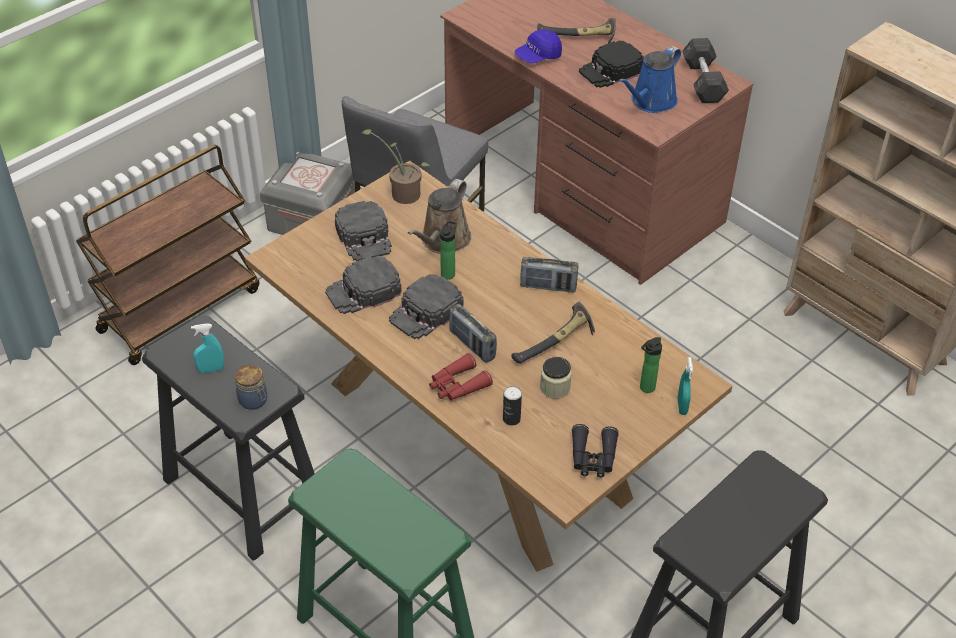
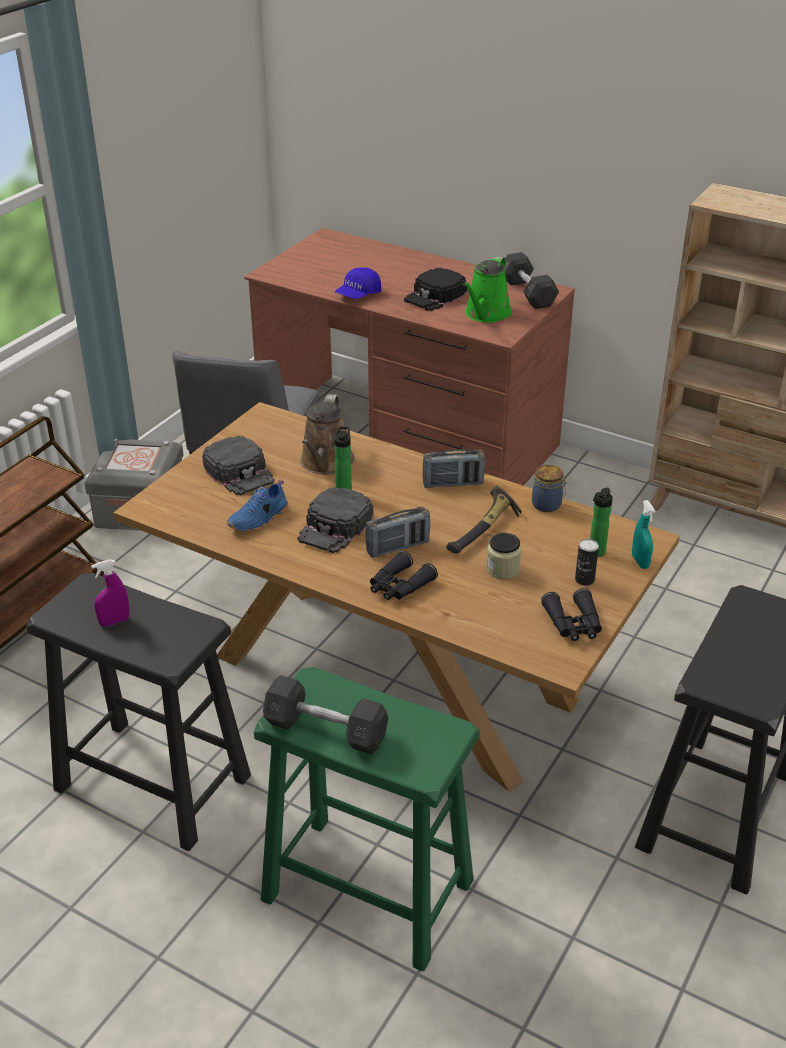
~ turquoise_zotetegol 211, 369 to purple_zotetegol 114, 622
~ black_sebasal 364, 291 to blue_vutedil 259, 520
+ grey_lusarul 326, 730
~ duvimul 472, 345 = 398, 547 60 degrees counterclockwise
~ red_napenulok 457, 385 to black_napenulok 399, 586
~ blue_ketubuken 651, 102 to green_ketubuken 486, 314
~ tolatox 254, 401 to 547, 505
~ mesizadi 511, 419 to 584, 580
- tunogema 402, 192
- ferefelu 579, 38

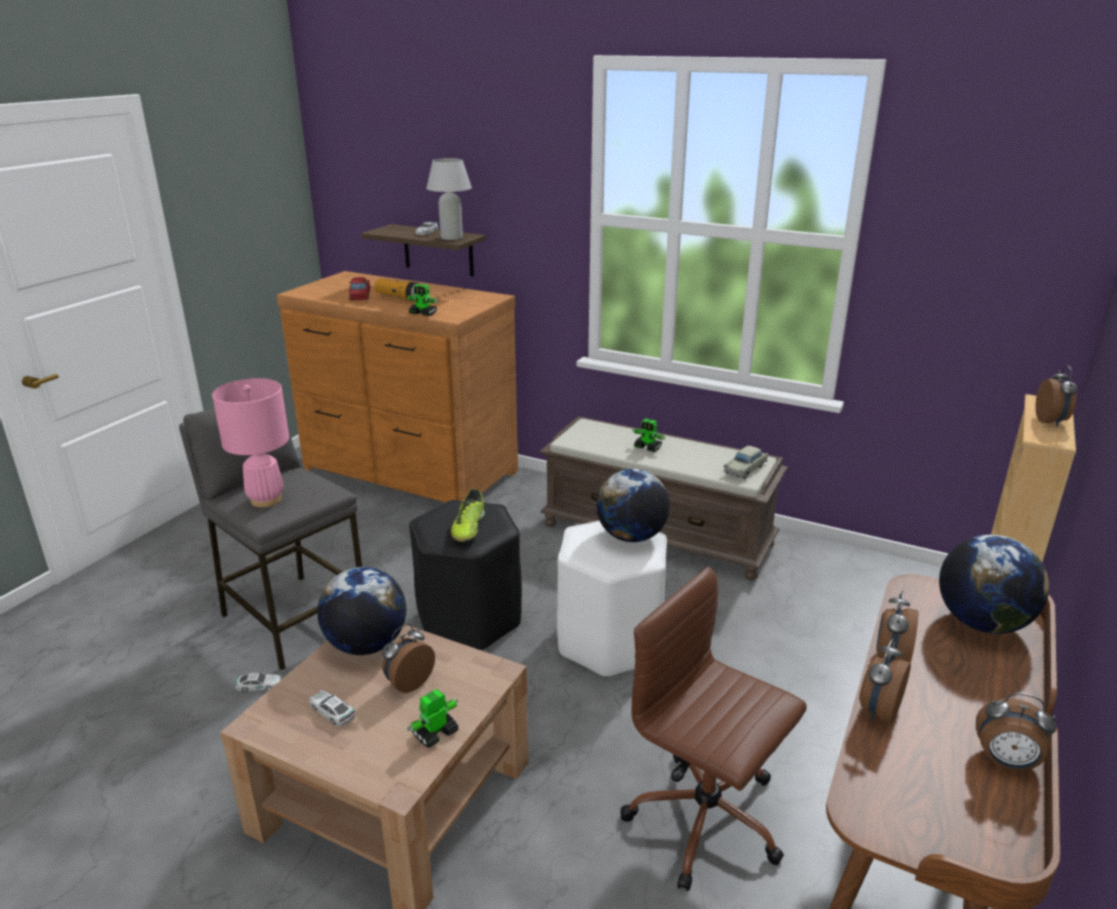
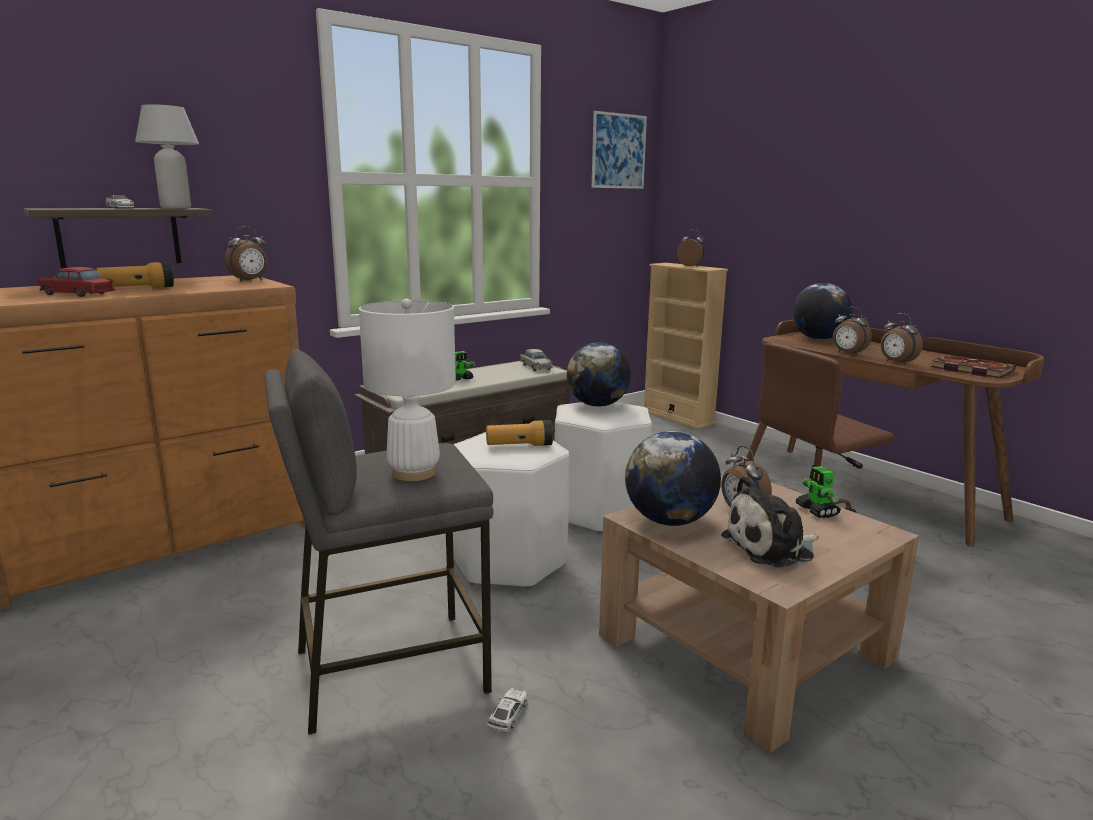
~ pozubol 1005, 762 to 250, 280
~ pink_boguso 266, 500 to white_boguso 414, 473
~ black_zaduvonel 469, 619 to white_zaduvonel 508, 561
~ vutedil 468, 528 to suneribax 519, 446
+ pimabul 618, 151
~ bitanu 332, 711 to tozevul 772, 547
+ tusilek 969, 369
- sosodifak 423, 313

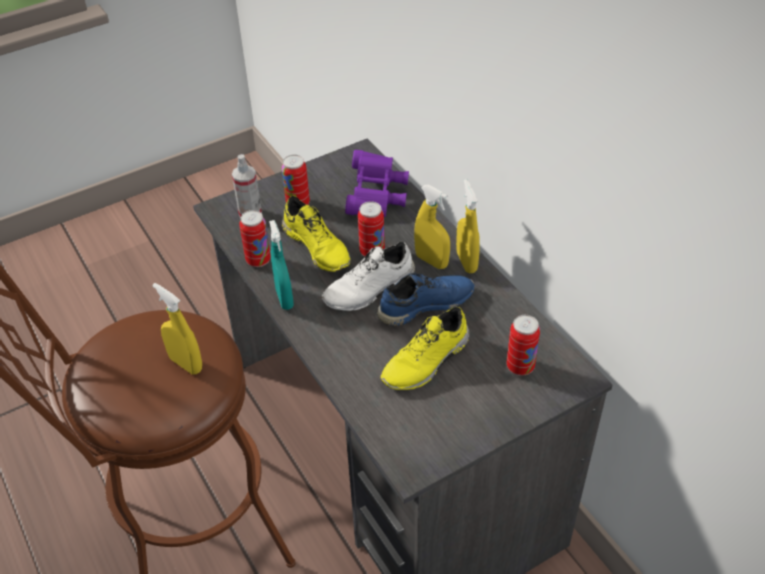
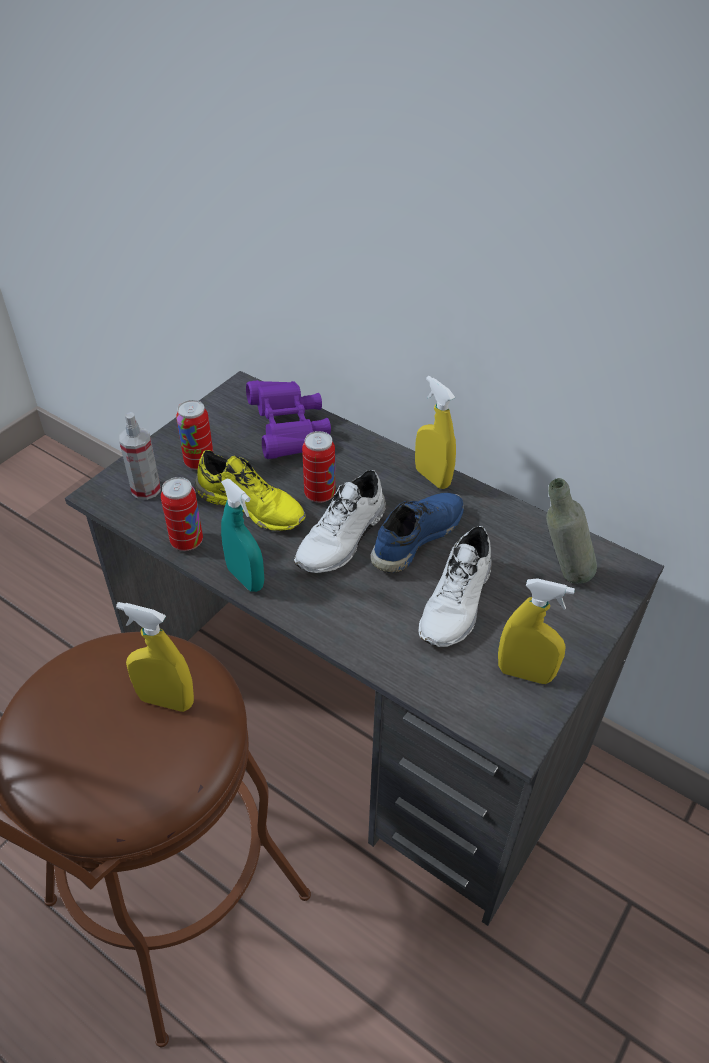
~ yellow_vutedil 427, 362 to white_vutedil 458, 603
~ yellow_zotetegol 431, 261 to 525, 673
~ mesizadi 520, 366 to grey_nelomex 560, 576

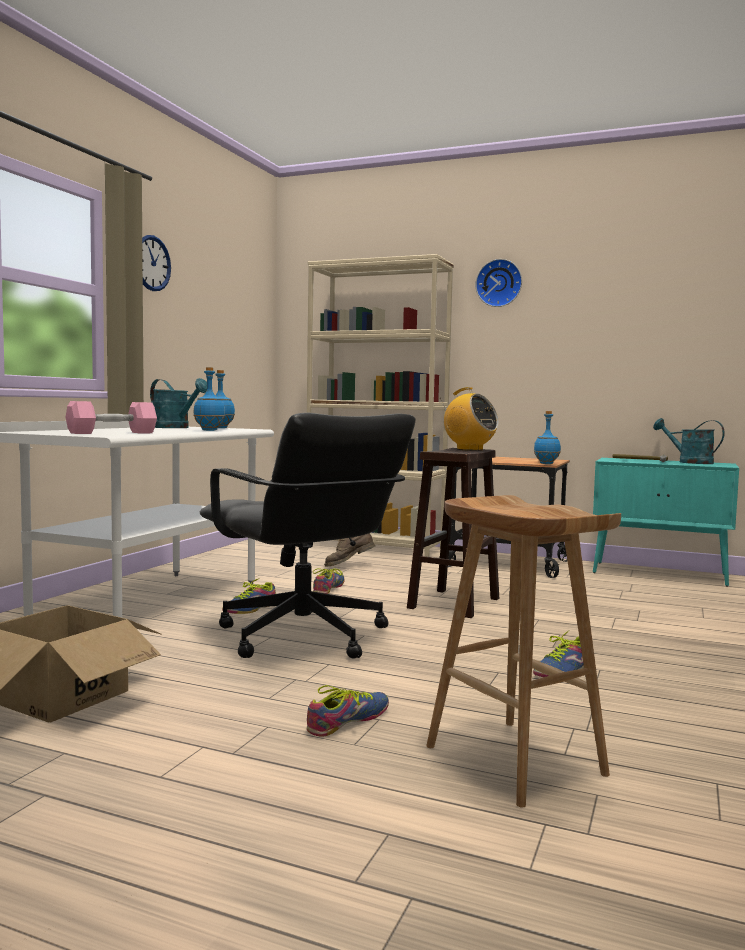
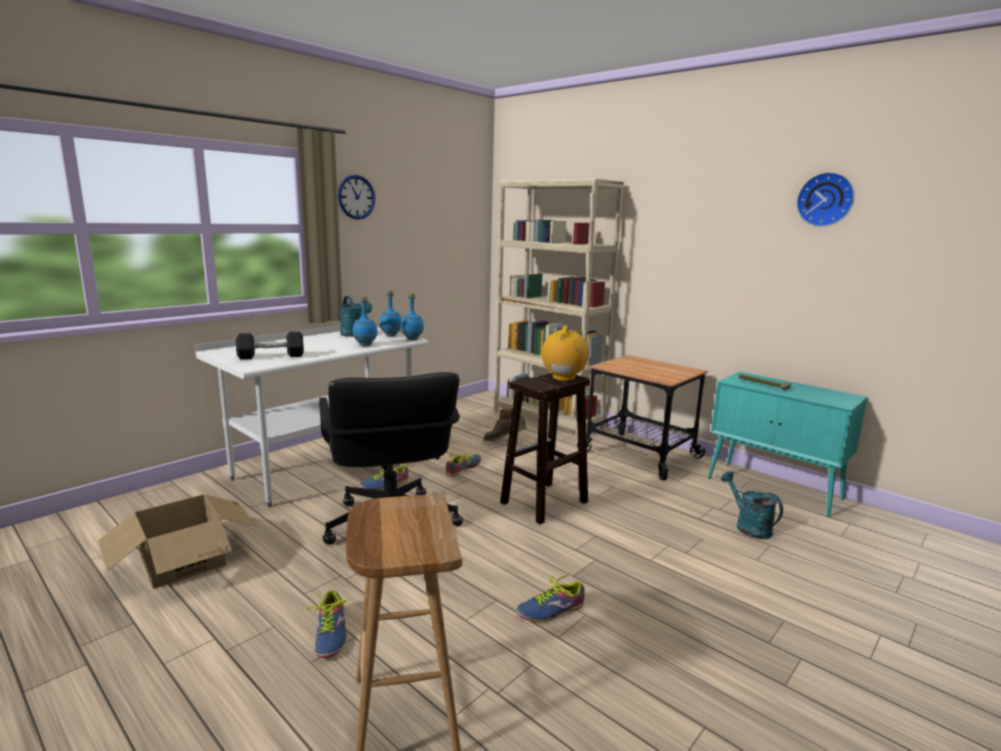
~ pink_lusarul 112, 433 to black_lusarul 271, 356
~ vutedil 347, 721 = 331, 633 105 degrees clockwise
~ blue_nelomex 546, 463 to 412, 339
~ duvimul 469, 449 = 563, 378 135 degrees counterclockwise
~ turquoise_ketubuken 689, 462 to 748, 526
~ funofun 499, 283 to 825, 199

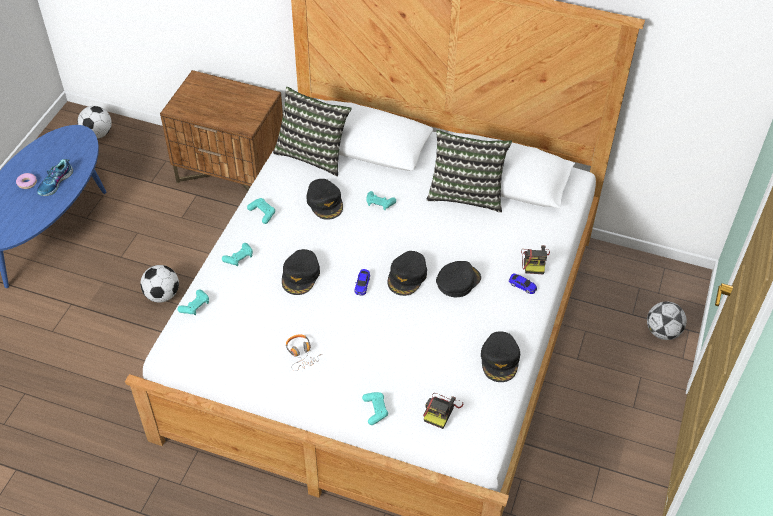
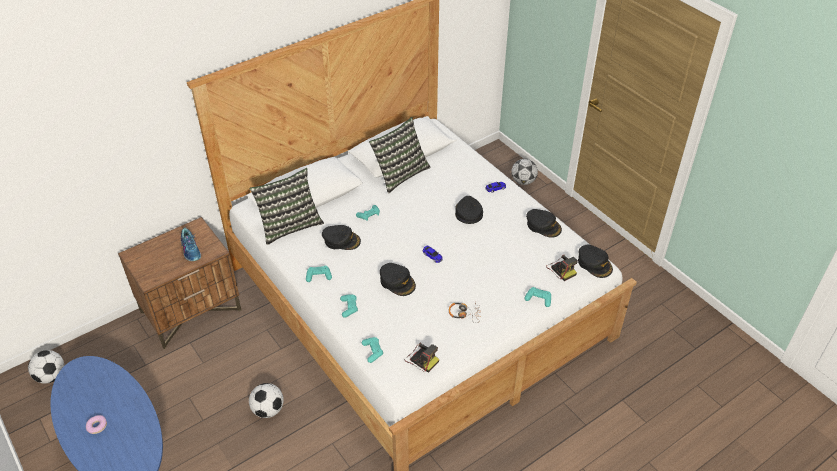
~ vutedil 56, 183 to 191, 249
~ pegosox 534, 261 to 421, 359
~ black_sebasal 407, 276 to 594, 264

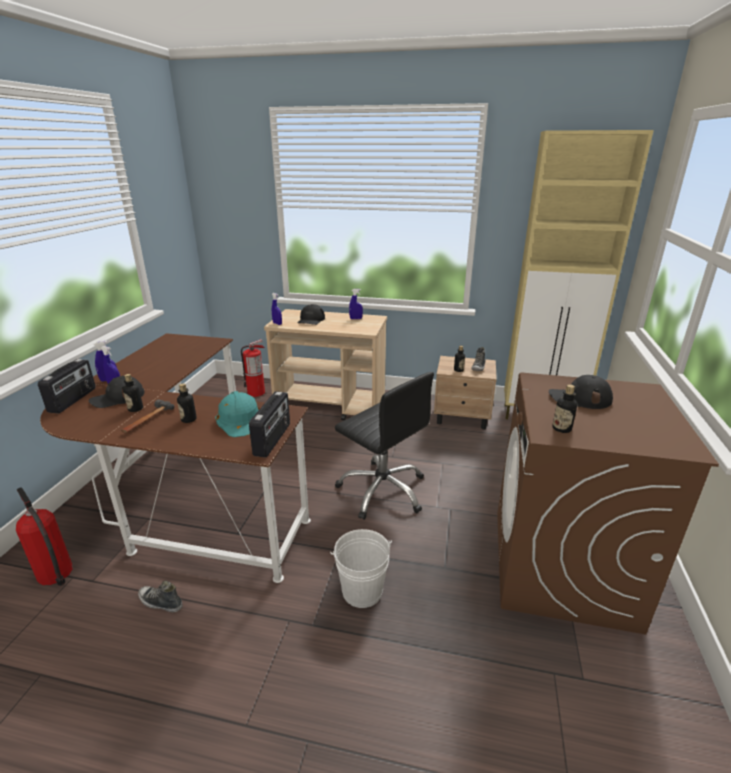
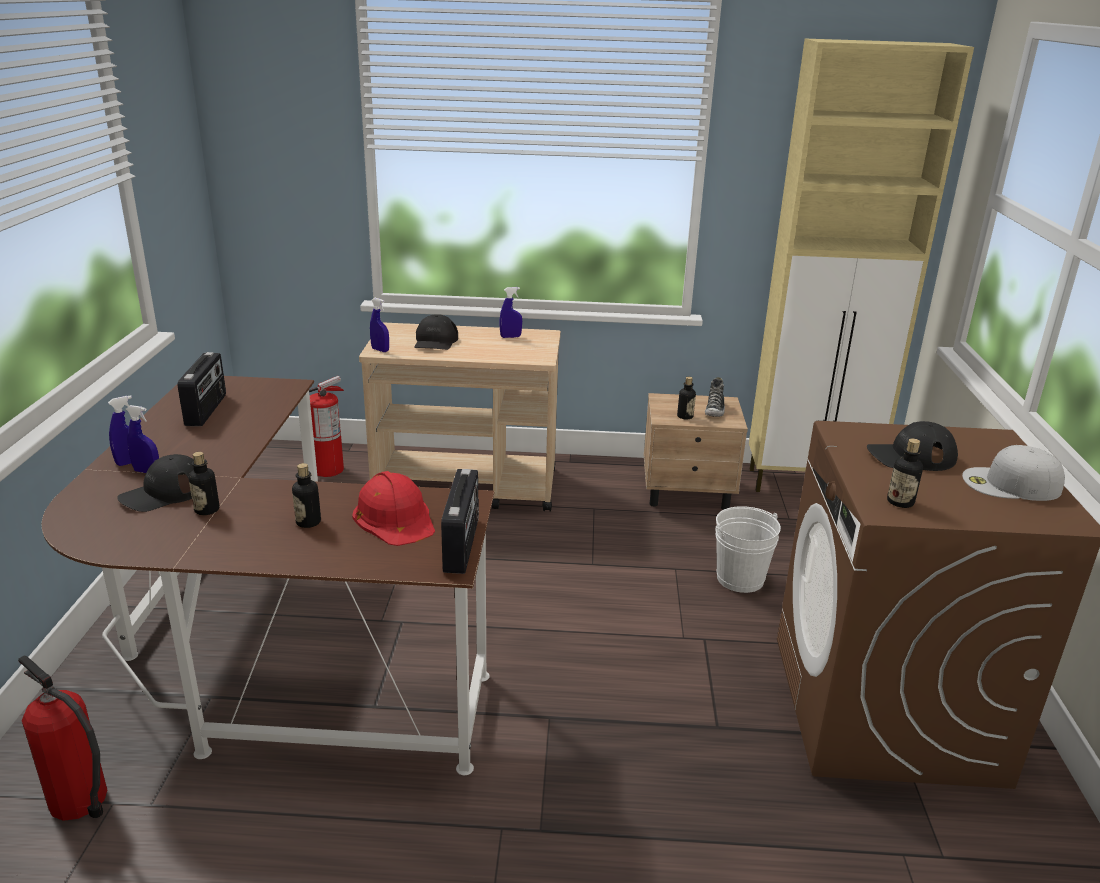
~ duvimul 73, 400 to 207, 410
~ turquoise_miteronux 240, 420 to red_miteronux 395, 518
~ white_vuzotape 362, 590 to 740, 578
+ white_sebasal 1010, 484
- ferefelu 147, 420
- vutedil 160, 602
- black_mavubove 383, 490

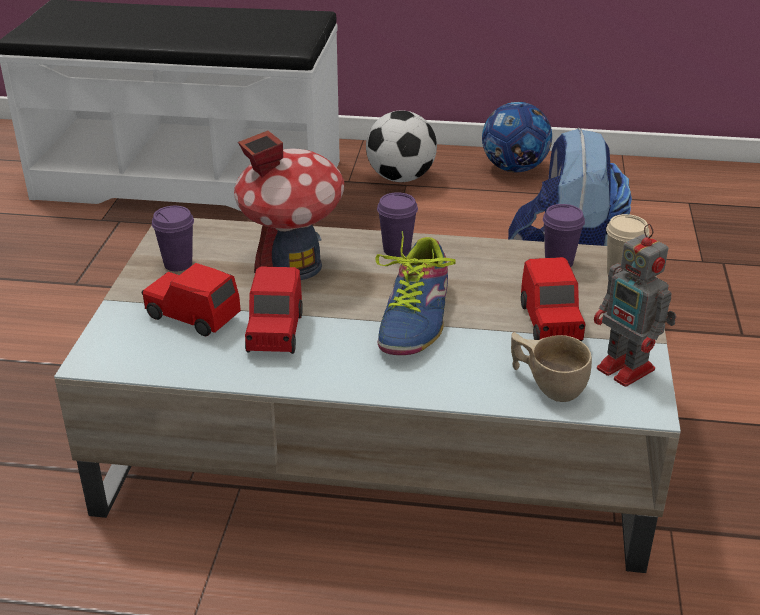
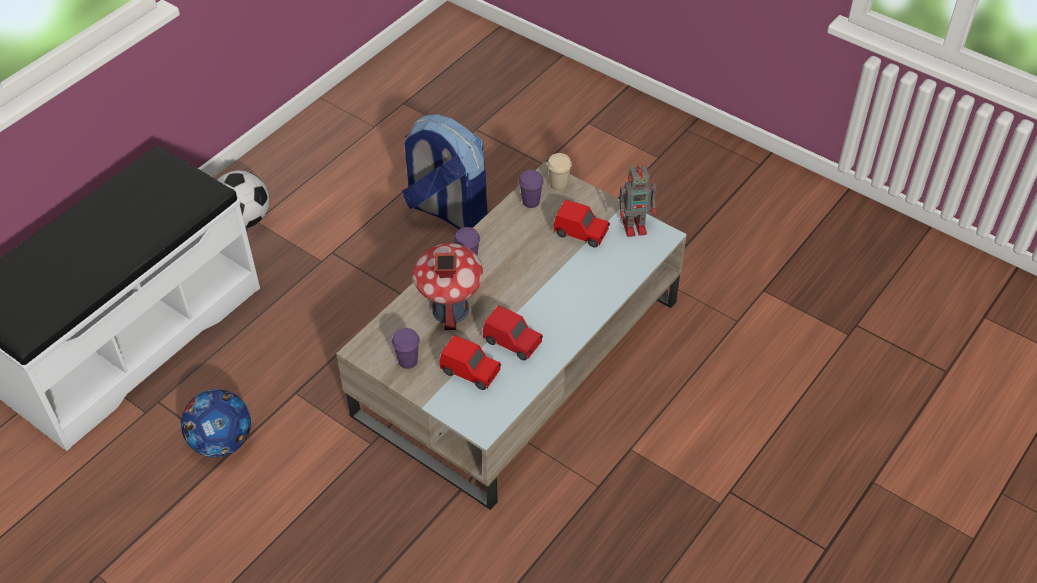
~ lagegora 514, 168 to 222, 442
~ red_bitanu 192, 316 = 471, 372 120 degrees counterclockwise
- vutedil 415, 317
- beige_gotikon 546, 384

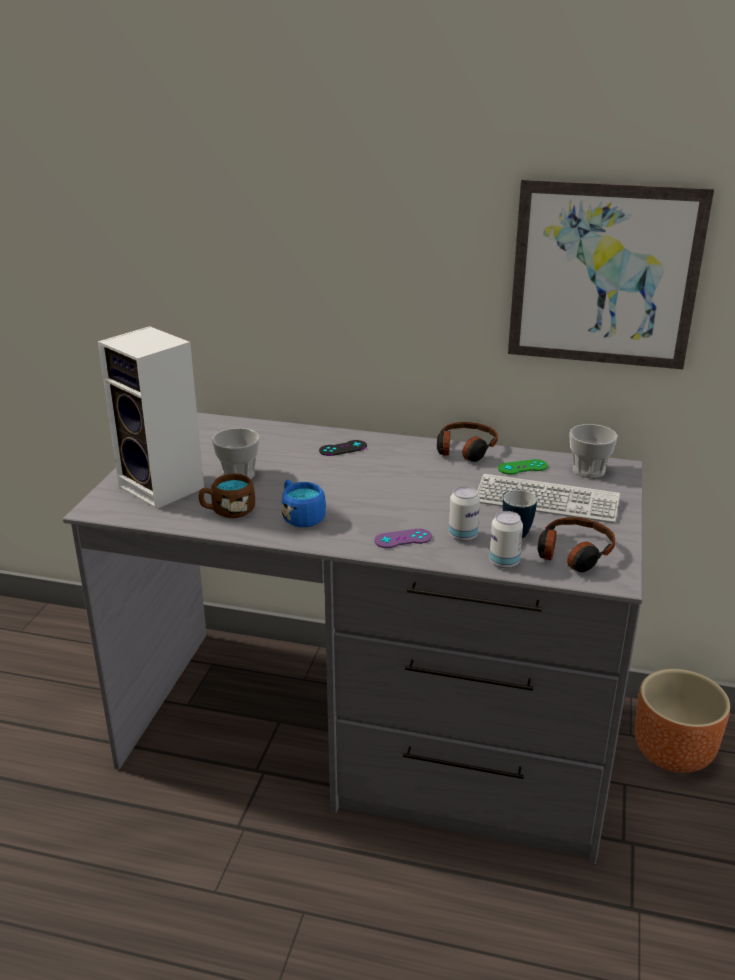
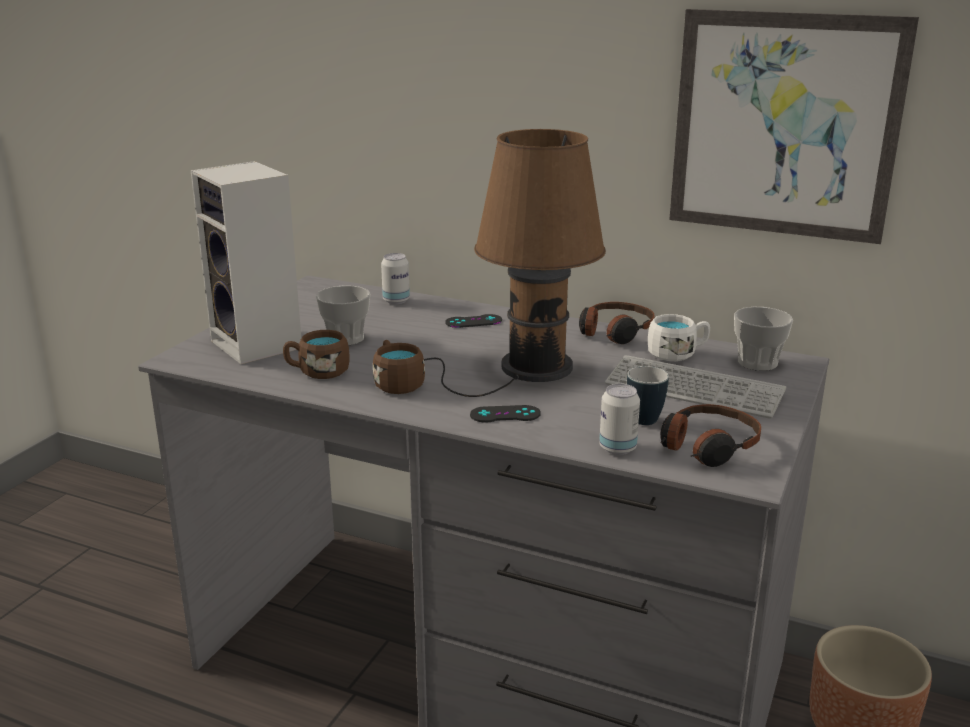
~ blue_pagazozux 300, 516 to brown_pagazozux 396, 383
~ mesizadi 463, 536 to 396, 301
+ brown_boguso 528, 369
~ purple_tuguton 403, 539 to black_tuguton 505, 414
~ green_tuguton 522, 467 to white_pagazozux 677, 354

